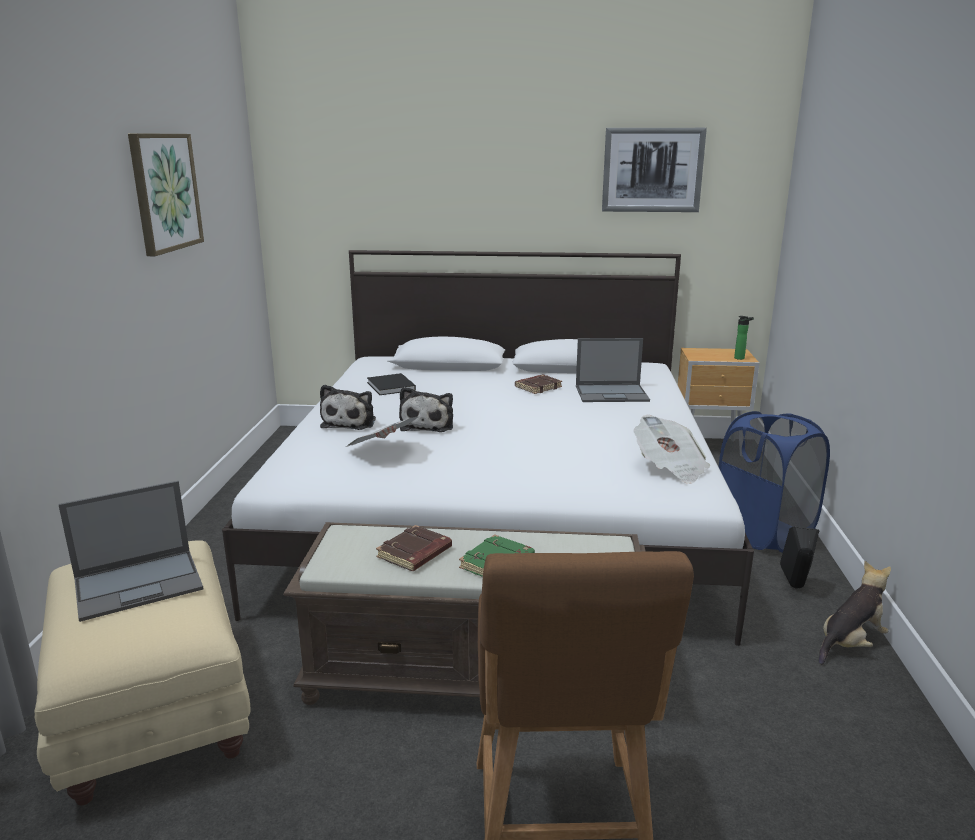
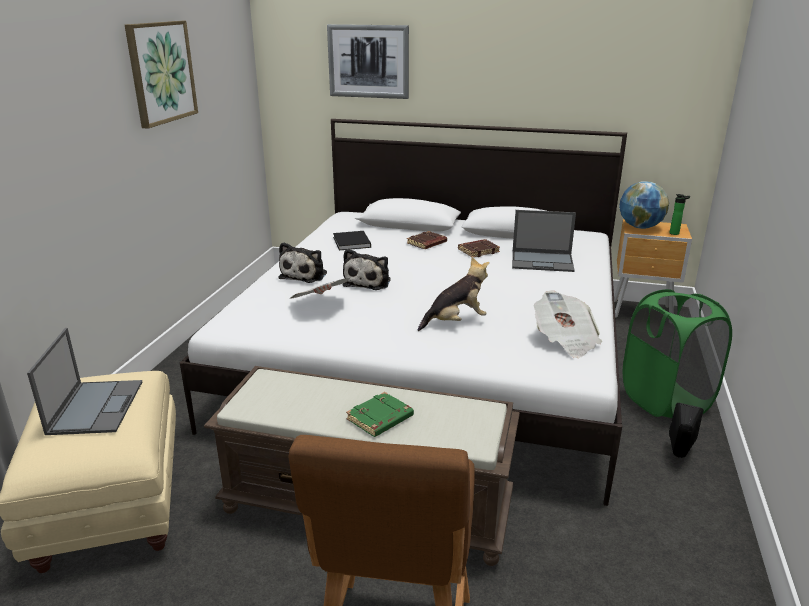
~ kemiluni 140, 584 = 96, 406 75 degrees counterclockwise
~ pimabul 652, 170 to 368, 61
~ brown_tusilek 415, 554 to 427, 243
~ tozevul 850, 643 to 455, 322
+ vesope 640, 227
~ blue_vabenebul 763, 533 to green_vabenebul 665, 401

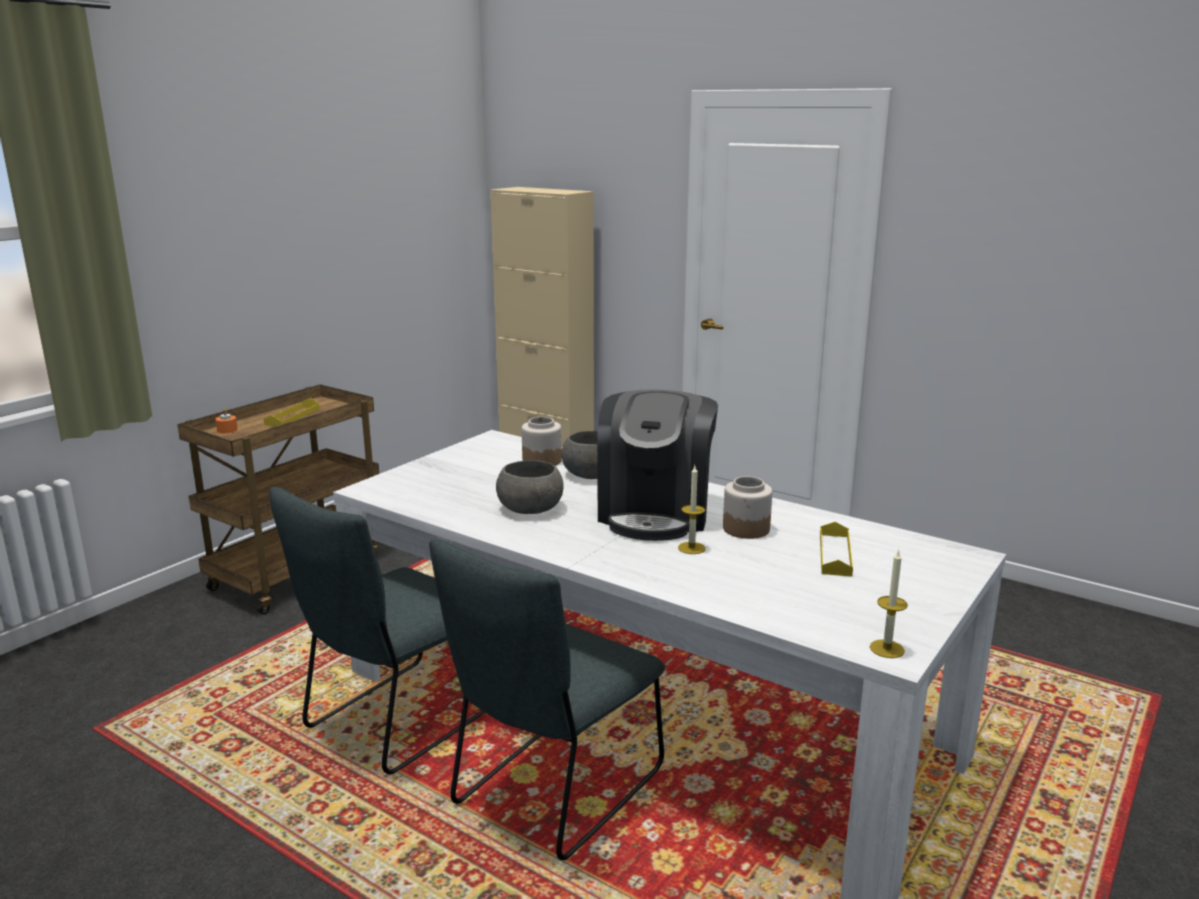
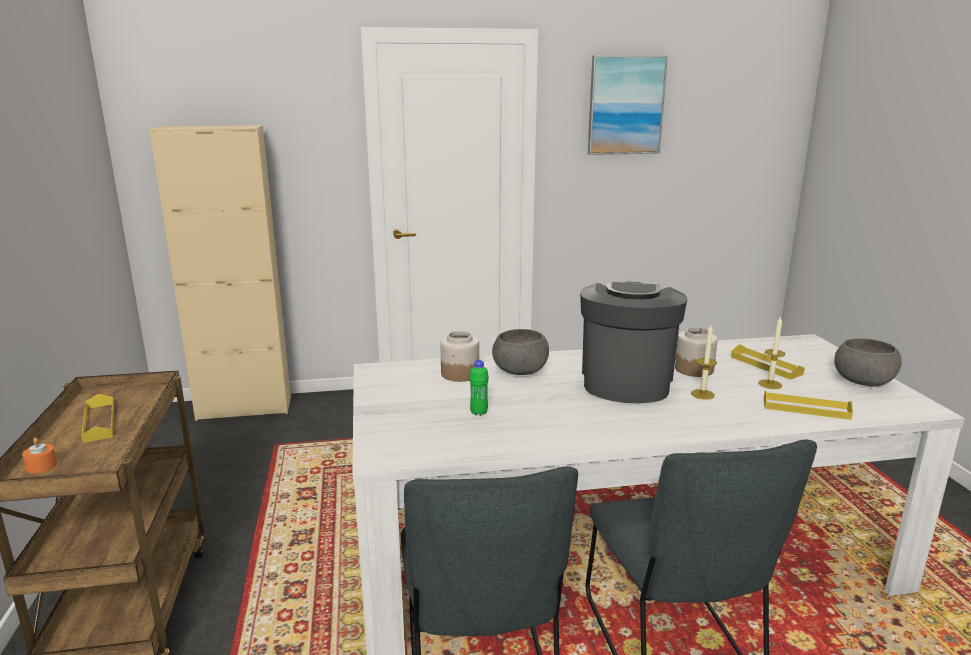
+ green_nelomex 479, 412
~ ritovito 655, 513 = 626, 380 135 degrees counterclockwise
+ pimabul 625, 105
~ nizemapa 887, 649 to 770, 384
+ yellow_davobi 806, 408
~ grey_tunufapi 531, 508 to 862, 380

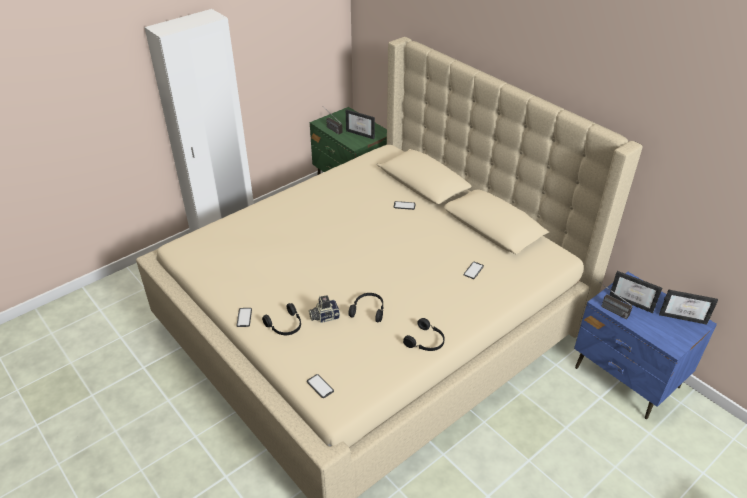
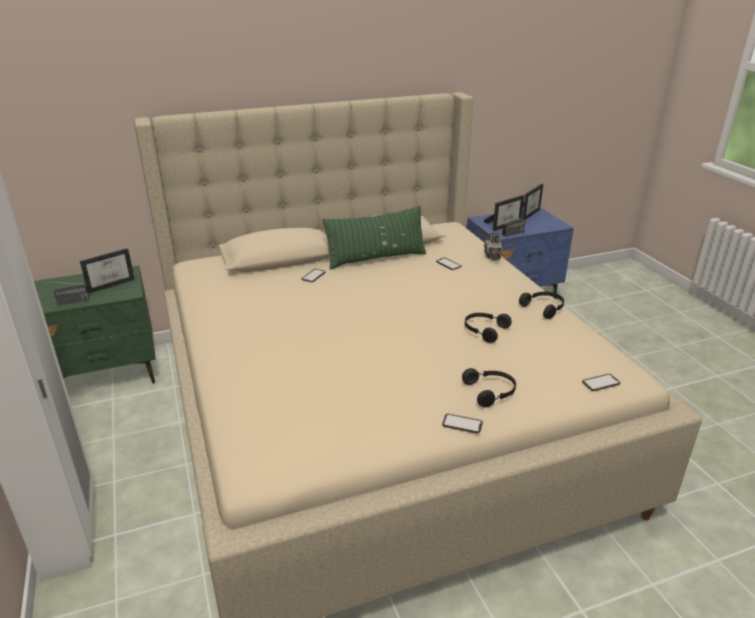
+ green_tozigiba 376, 258
~ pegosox 324, 316 to 492, 256

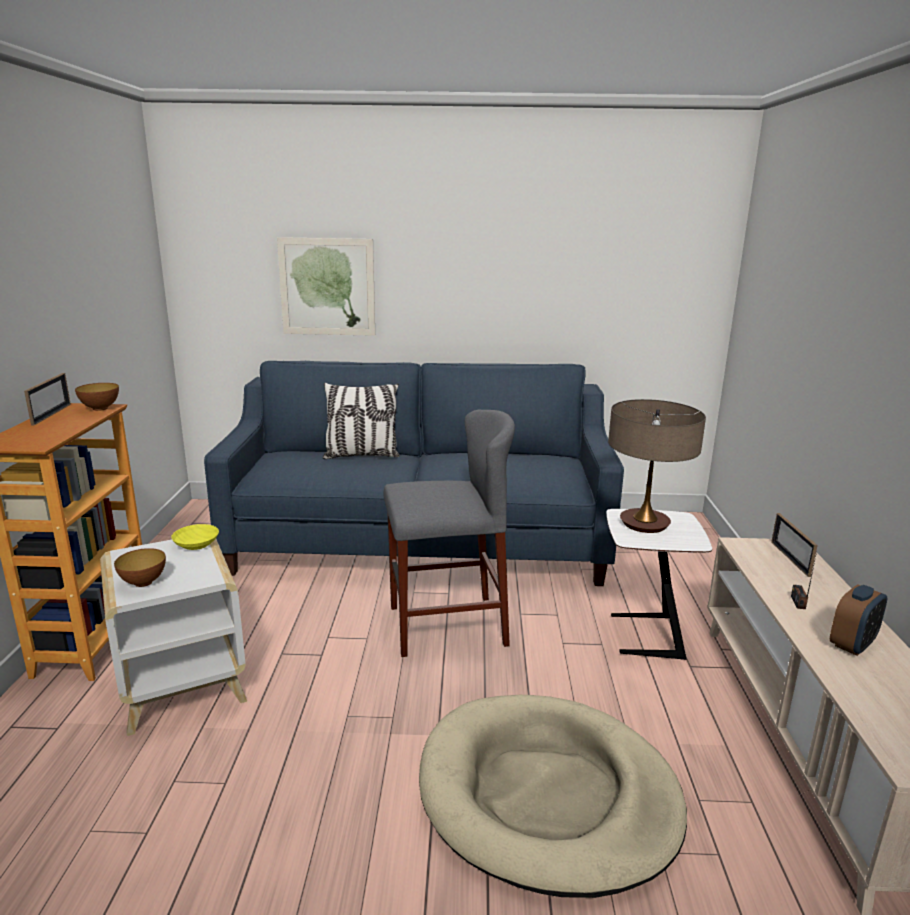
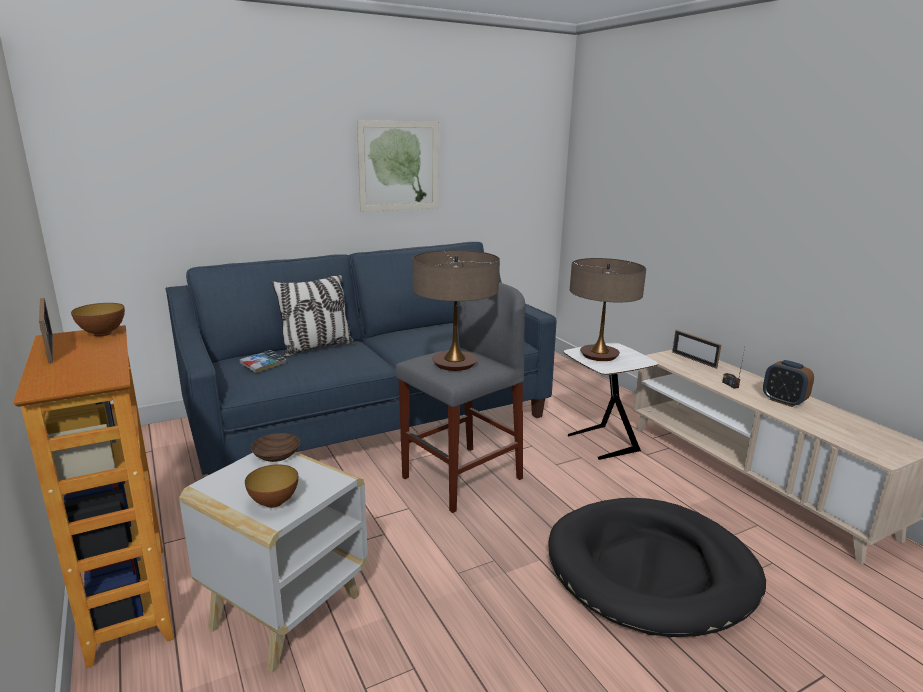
+ tusilek 263, 365
~ yellow_tunufapi 195, 544 to brown_tunufapi 275, 455
~ pimabul 327, 287 to 399, 166
+ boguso 454, 363
~ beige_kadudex 547, 795 to black_kadudex 651, 570
~ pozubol 852, 644 = 783, 401 120 degrees clockwise

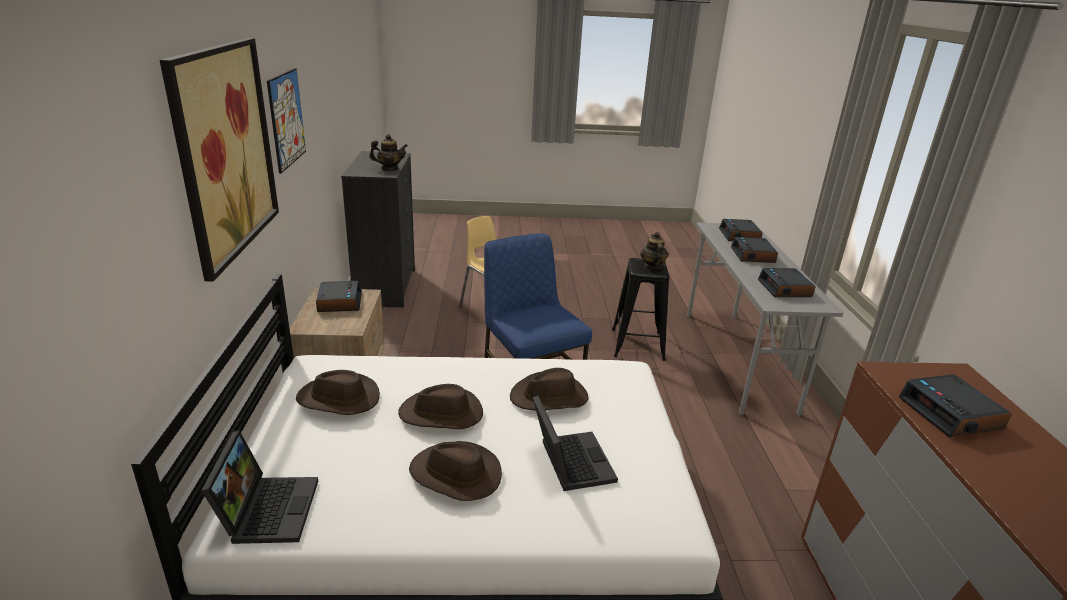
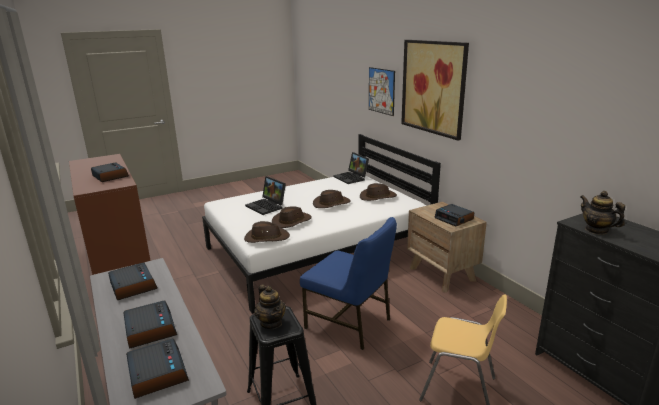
~ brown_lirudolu 455, 475 to 266, 237
~ pimabul 286, 119 to 381, 91
~ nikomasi 389, 169 = 596, 230 90 degrees clockwise

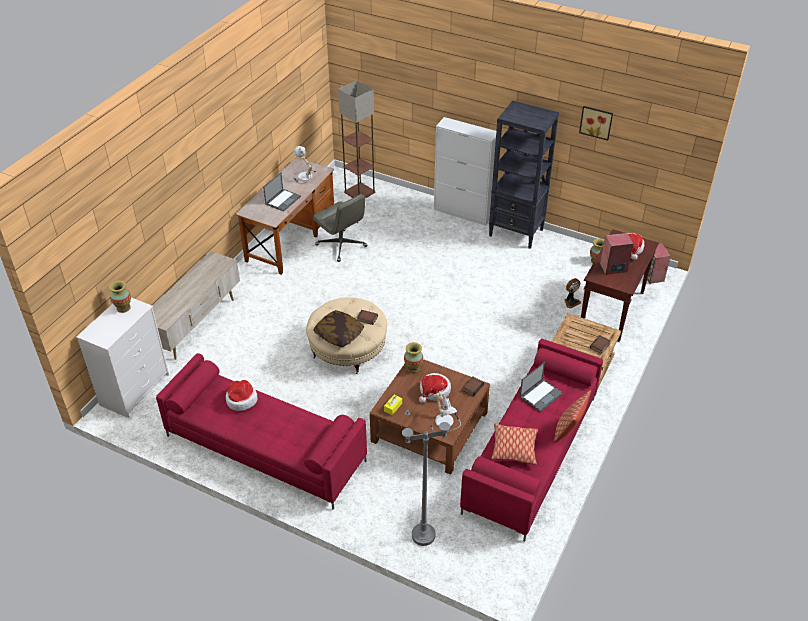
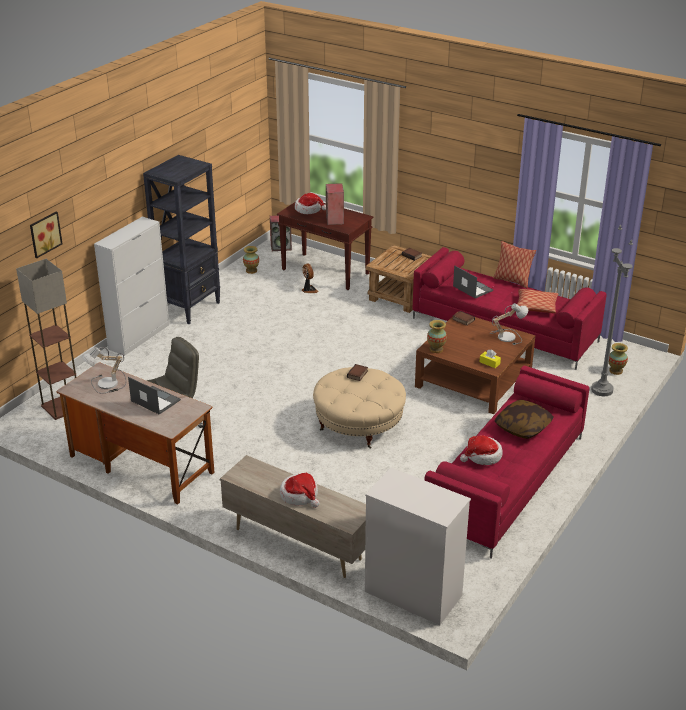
~ pimabul 596, 122 to 44, 234
~ lirudolu 434, 391 to 300, 495
~ tozigiba 339, 334 to 523, 427
~ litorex 123, 308 to 615, 371

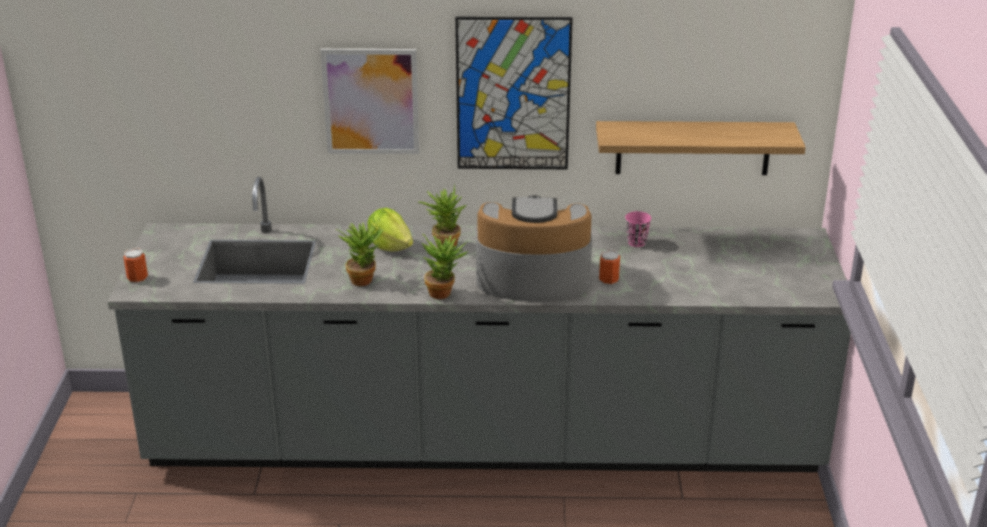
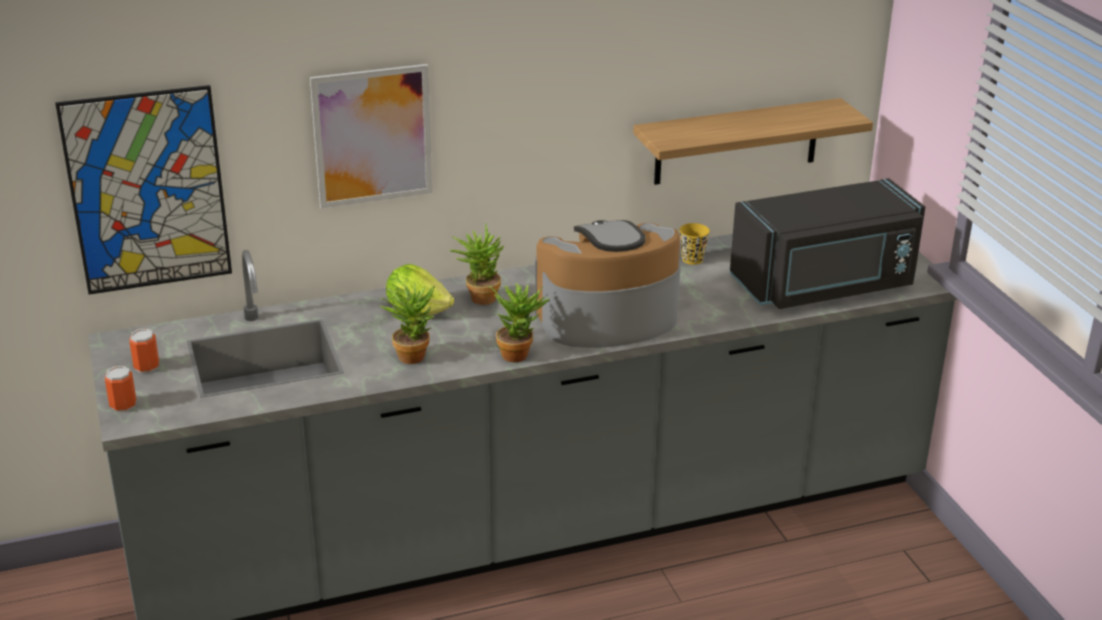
~ pimabul 513, 94 to 147, 191
~ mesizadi 608, 280 to 146, 366
~ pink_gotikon 636, 242 to yellow_gotikon 692, 259
+ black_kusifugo 825, 285

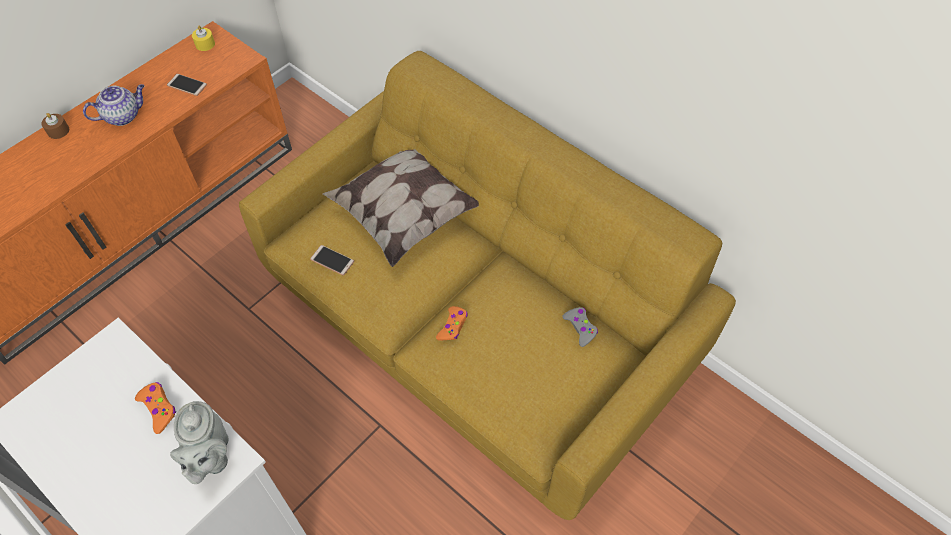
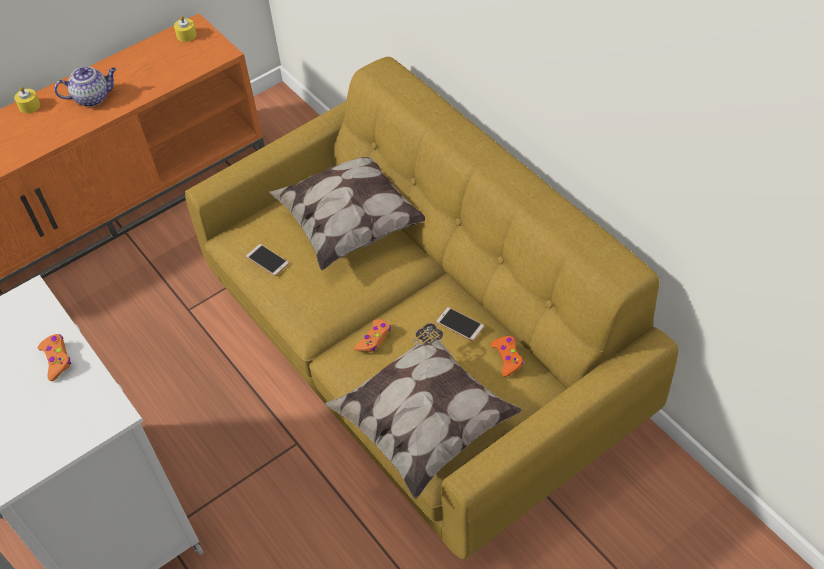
~ brown_nizemapa 58, 131 to yellow_nizemapa 29, 106
+ tozigiba 425, 422
~ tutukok 187, 85 to 460, 324
~ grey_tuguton 580, 328 to orange_tuguton 507, 358
- grey_nikomasi 209, 456

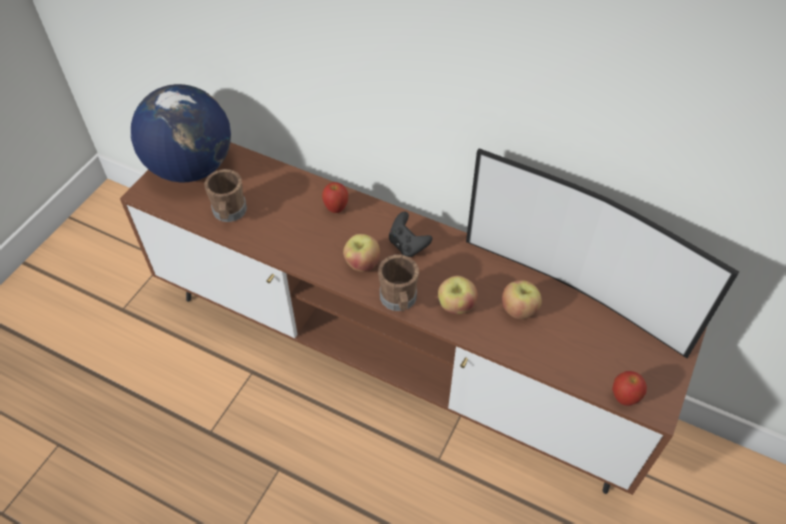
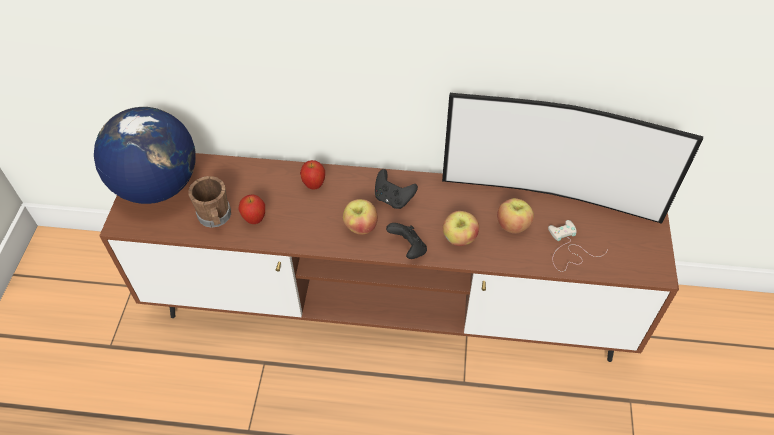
~ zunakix 624, 398 to 255, 219
~ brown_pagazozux 399, 300 to black_tuguton 408, 249
+ white_tuguton 568, 249

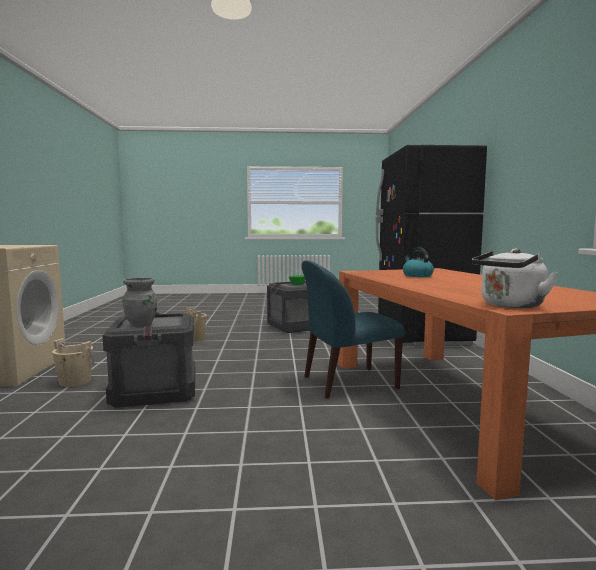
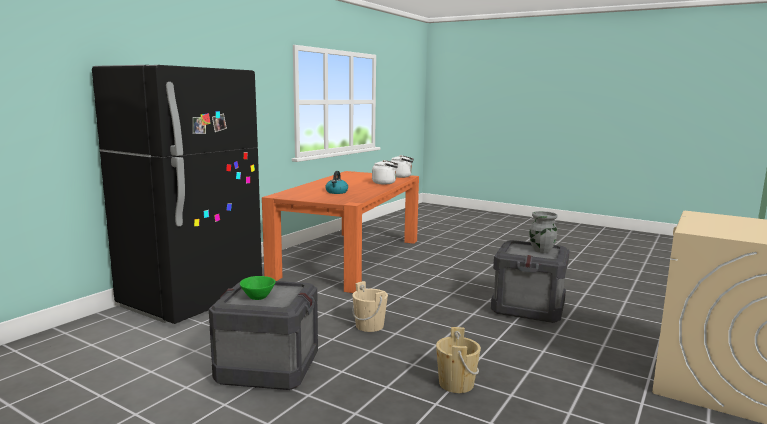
~ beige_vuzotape 75, 381 to 369, 326
+ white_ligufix 385, 183
- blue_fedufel 347, 383

